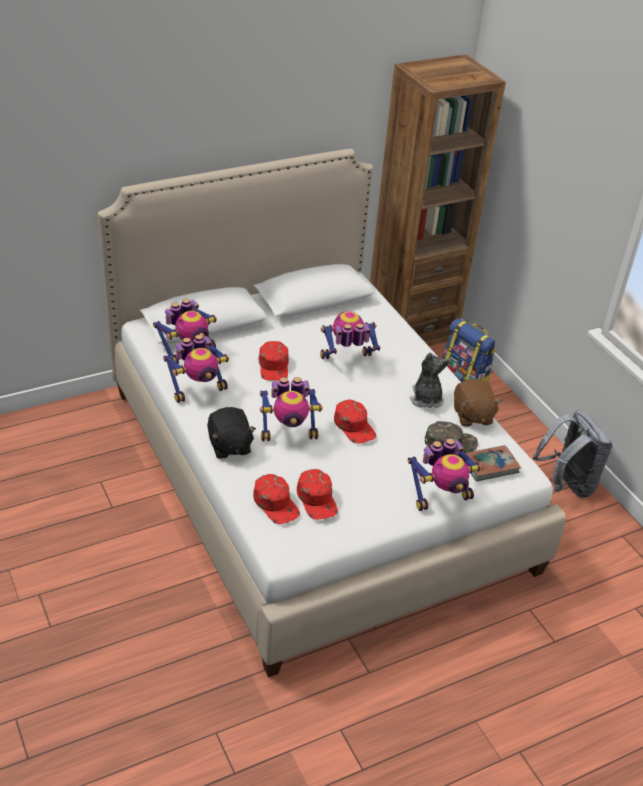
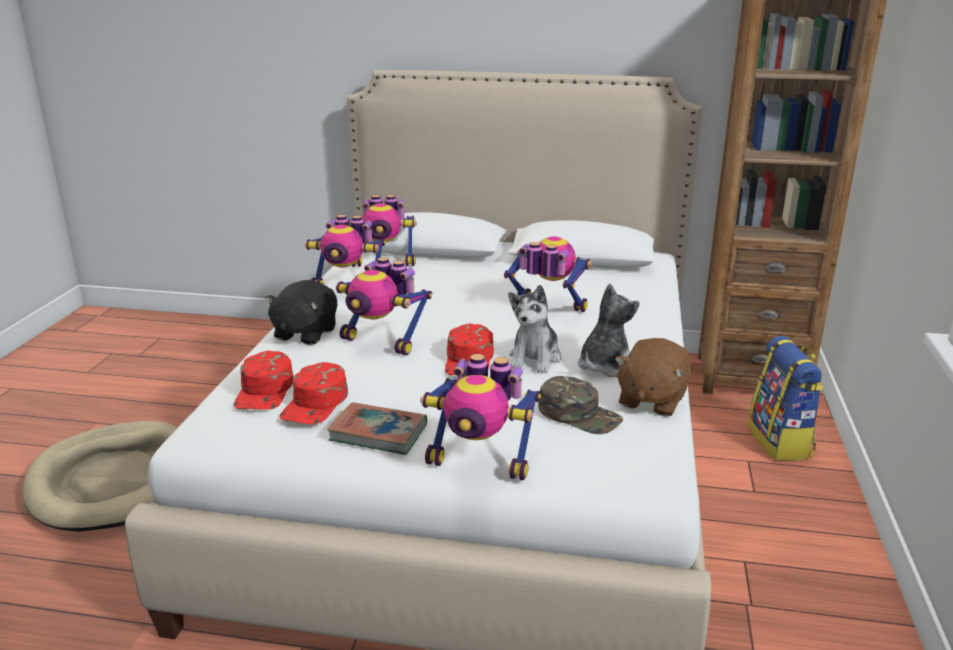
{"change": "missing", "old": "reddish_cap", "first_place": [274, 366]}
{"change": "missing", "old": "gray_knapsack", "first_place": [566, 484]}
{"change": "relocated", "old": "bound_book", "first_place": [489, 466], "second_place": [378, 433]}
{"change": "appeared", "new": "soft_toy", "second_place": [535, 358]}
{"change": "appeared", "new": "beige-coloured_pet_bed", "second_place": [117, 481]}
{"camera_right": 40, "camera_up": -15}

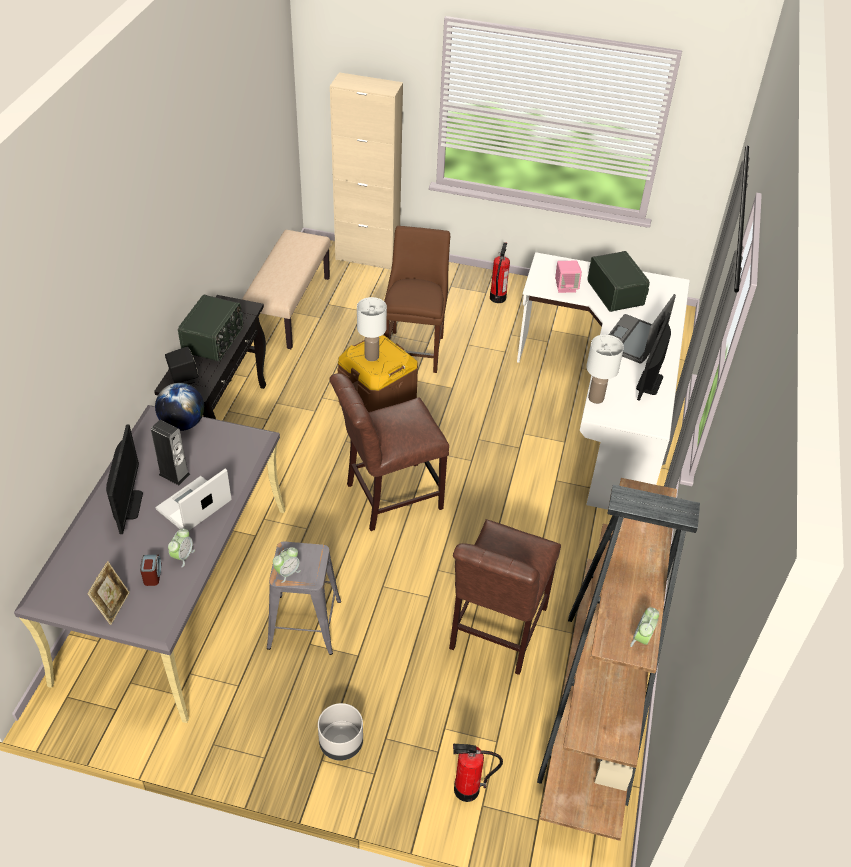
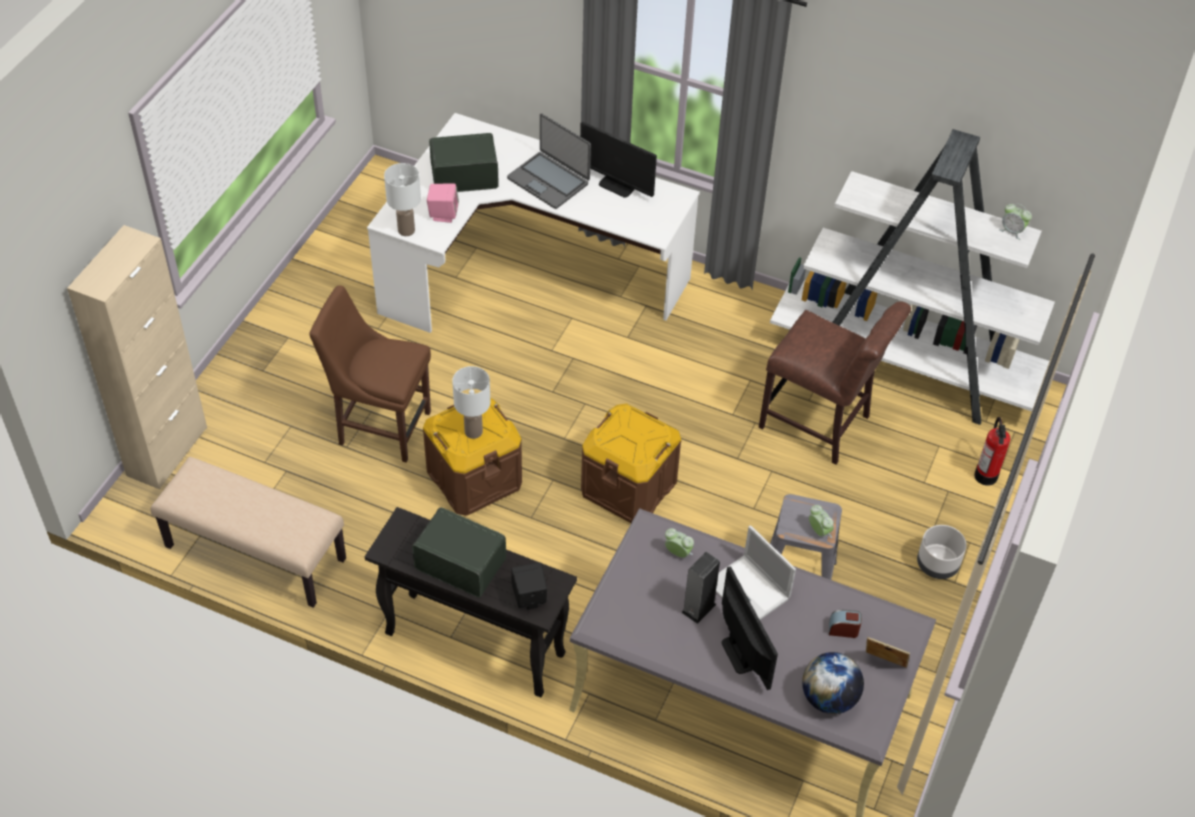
{"change": "missing", "old": "fire_extinguisher", "first_place": [497, 298]}
{"change": "relocated", "old": "white_lamp_for_a_table", "first_place": [596, 398], "second_place": [406, 230]}
{"change": "exchanged", "old": "brown_plain_chair", "new": "brown_storage_bin", "first_place": [388, 497], "second_place": [628, 487]}
{"change": "relocated", "old": "desk_globe", "first_place": [183, 423], "second_place": [829, 698]}
{"change": "spun", "old": "computer_screen", "first_place": [128, 505], "second_place": [741, 653], "degrees": 60}
{"change": "colour", "old": "brown_bookshelf", "new": "white_bookshelf", "first_place": [596, 707], "second_place": [906, 367]}
{"change": "relocated", "old": "alarm_clock", "first_place": [182, 556], "second_place": [678, 553]}
{"camera_right": -80, "camera_up": 5}

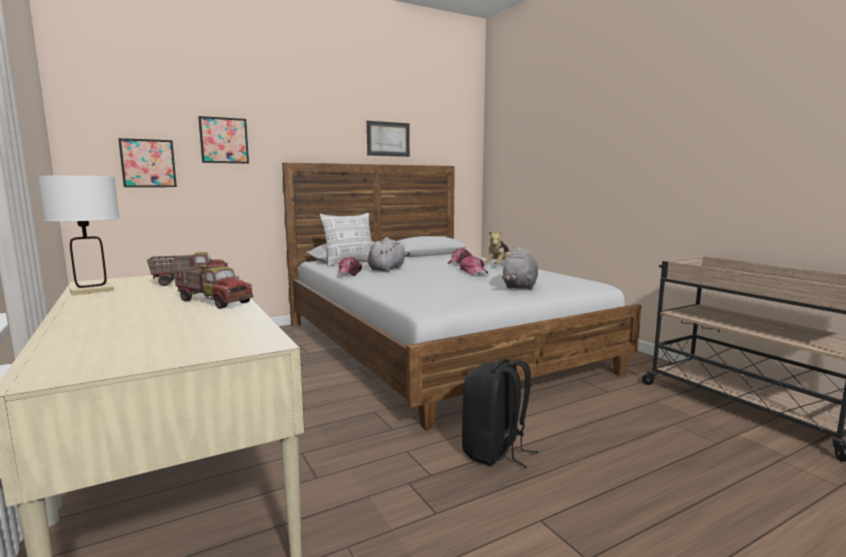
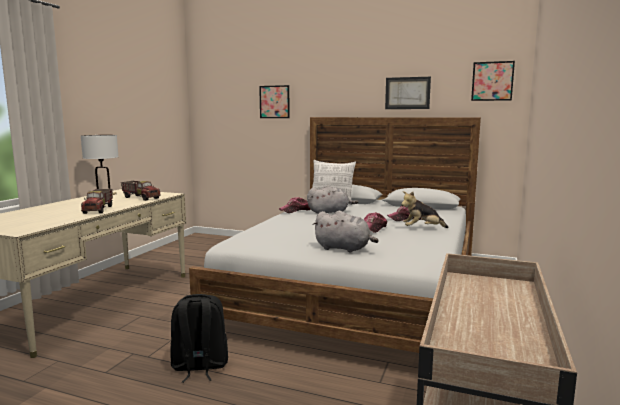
{"change": "relocated", "old": "picture", "first_place": [148, 163], "second_place": [492, 81]}
{"change": "spun", "old": "gray_soft_toy", "first_place": [520, 287], "second_place": [344, 249], "degrees": -135}
{"camera_right": 50, "camera_up": 0}

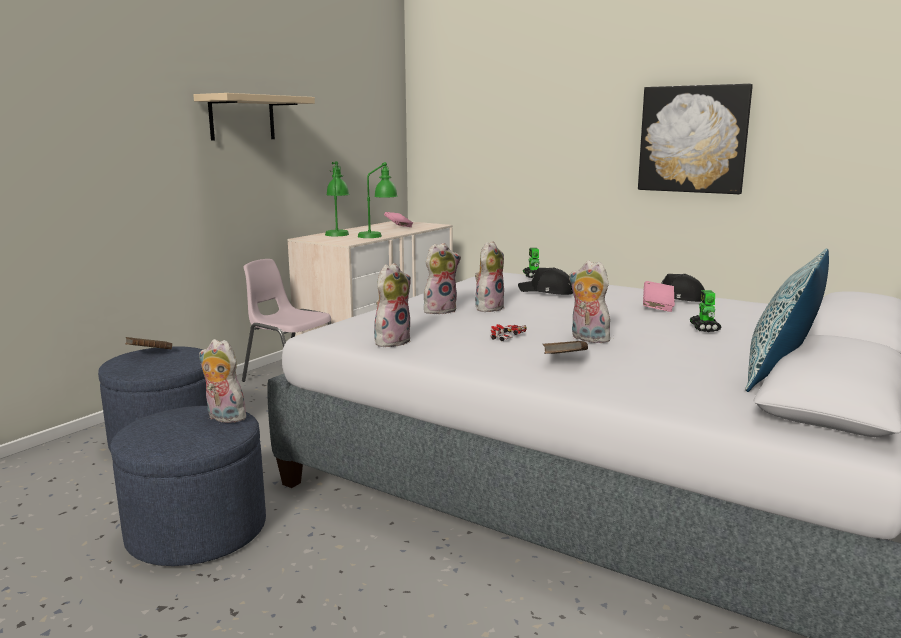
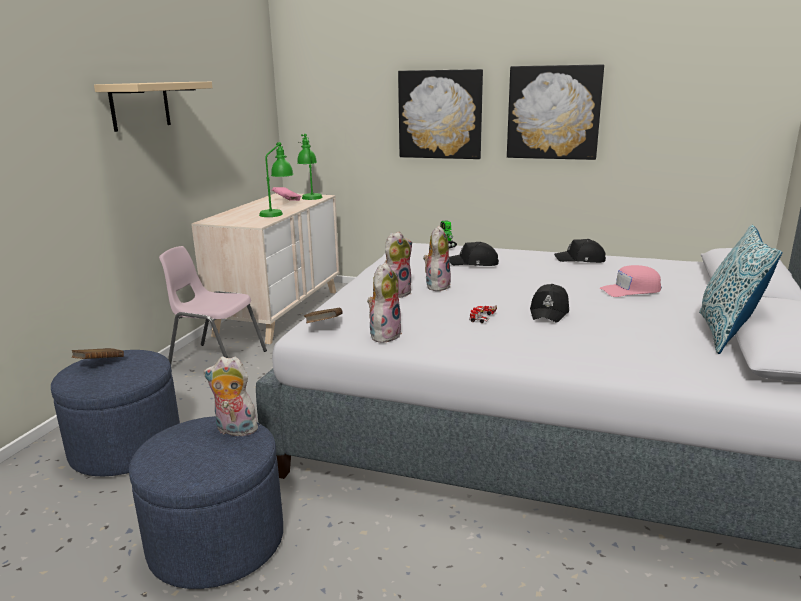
{"change": "relocated", "old": "greenish_lamp_for_a_table", "first_place": [337, 233], "second_place": [310, 196]}
{"change": "exchanged", "old": "soft_toy", "new": "black_cap", "first_place": [587, 339], "second_place": [550, 312]}
{"change": "missing", "old": "pinkish_bound_book", "first_place": [657, 307]}
{"change": "exchanged", "old": "model_robot", "new": "pinkish_cap", "first_place": [704, 328], "second_place": [630, 290]}
{"change": "relocated", "old": "brown_bound_book", "first_place": [565, 361], "second_place": [324, 326]}
{"change": "appeared", "new": "picture", "second_place": [440, 114]}
{"camera_right": -15, "camera_up": 5}

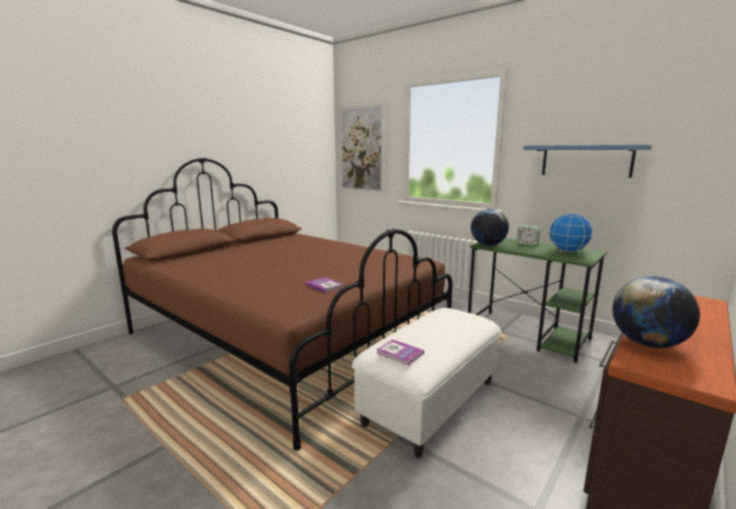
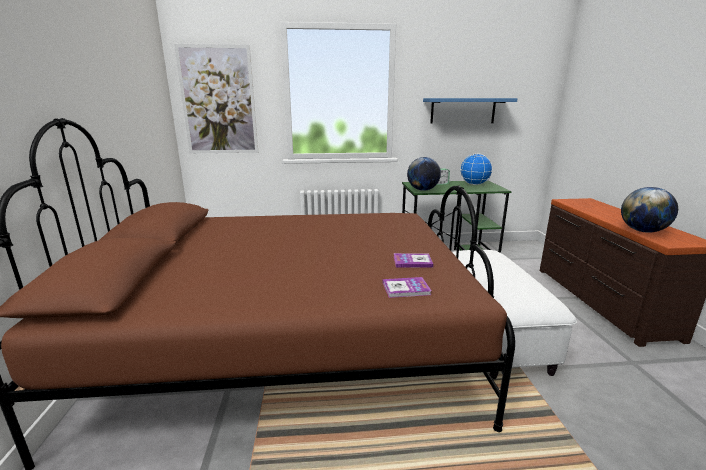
{"change": "relocated", "old": "bound_book", "first_place": [400, 353], "second_place": [406, 288]}
{"camera_right": -45, "camera_up": 5}

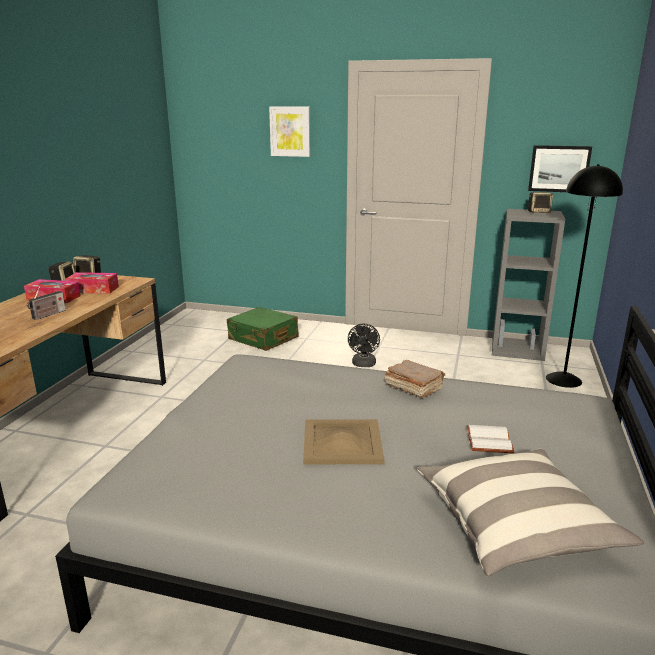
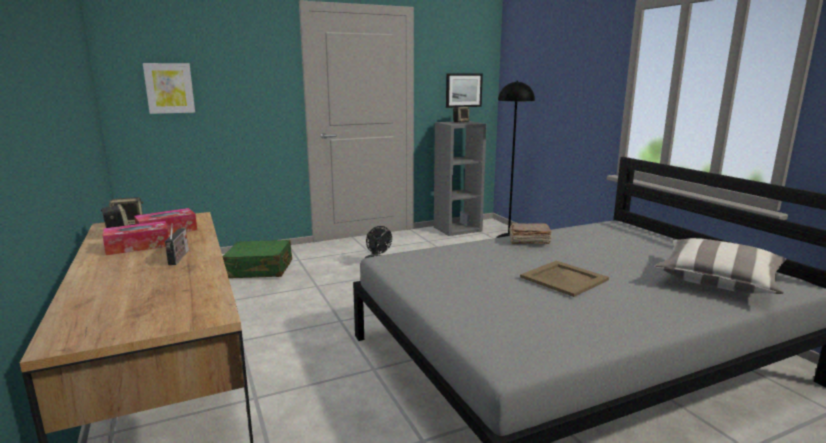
{"change": "relocated", "old": "picture", "first_place": [290, 131], "second_place": [169, 88]}
{"change": "missing", "old": "white_bound_book", "first_place": [490, 441]}
{"camera_right": -40, "camera_up": -5}

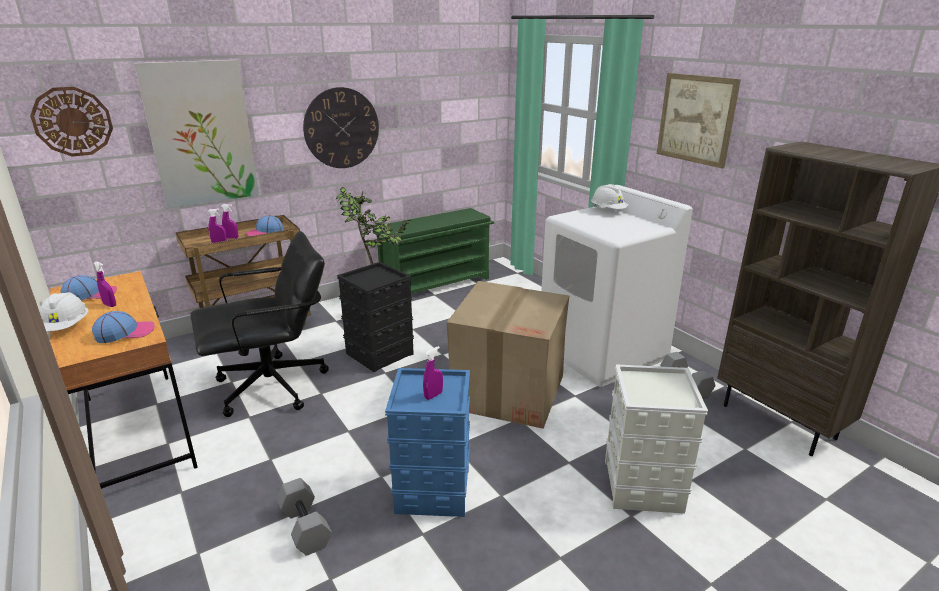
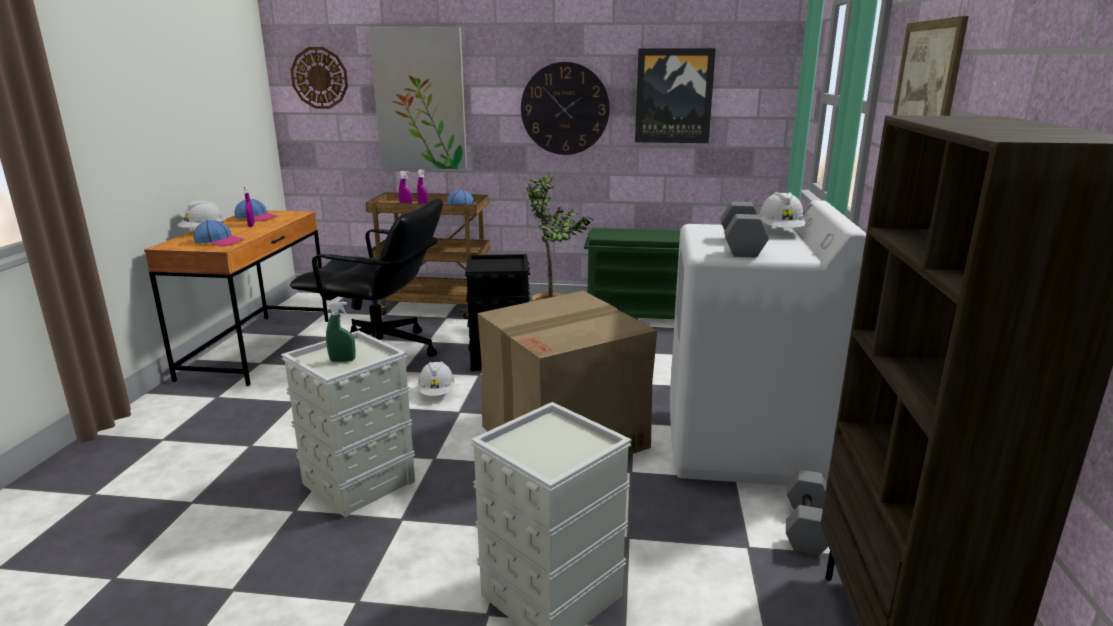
{"change": "colour", "old": "purple_spray_bottle", "new": "greenish_spray_bottle", "first_place": [433, 395], "second_place": [342, 360]}
{"change": "colour", "old": "bluish_storage_bin", "new": "gray_storage_bin", "first_place": [432, 489], "second_place": [359, 481]}
{"change": "relocated", "old": "gray_free_weight", "first_place": [303, 527], "second_place": [740, 246]}
{"change": "appeared", "new": "picture", "second_place": [673, 96]}
{"change": "appeared", "new": "white_safety_helmet", "second_place": [437, 393]}
{"camera_right": 40, "camera_up": -5}

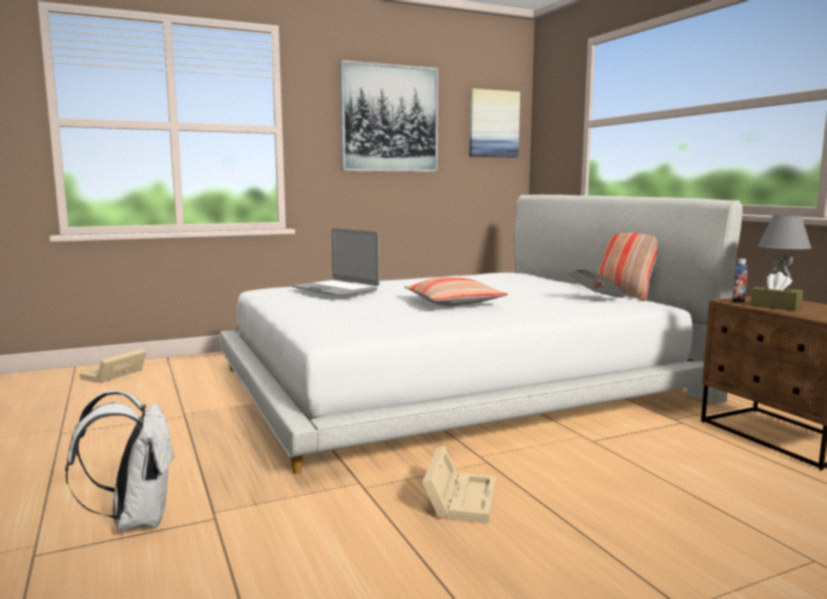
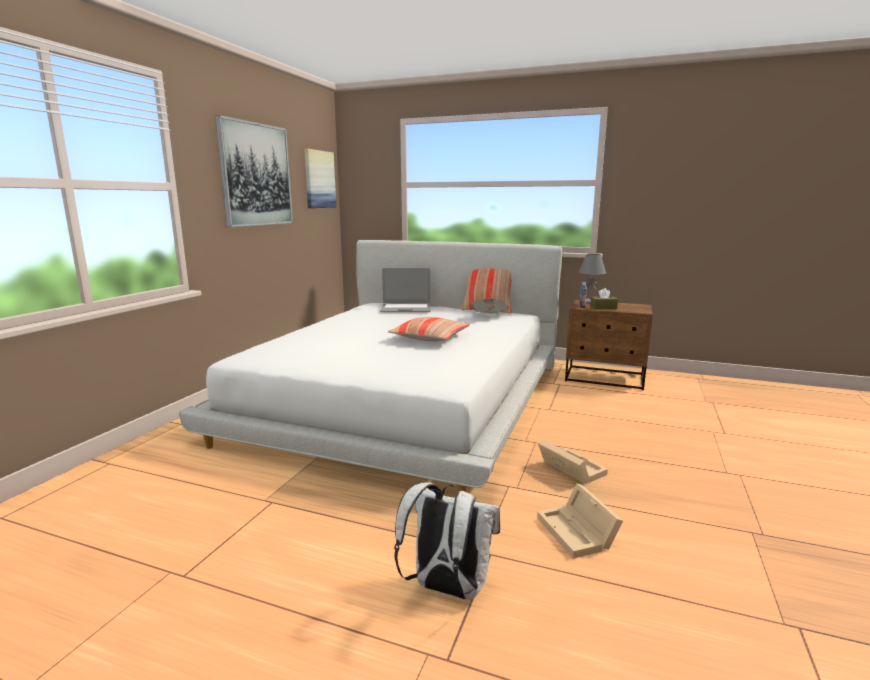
{"change": "relocated", "old": "notebook_computer", "first_place": [336, 289], "second_place": [406, 309]}
{"change": "relocated", "old": "beige-coloured_storage_bin", "first_place": [113, 375], "second_place": [578, 533]}
{"camera_right": -45, "camera_up": 5}

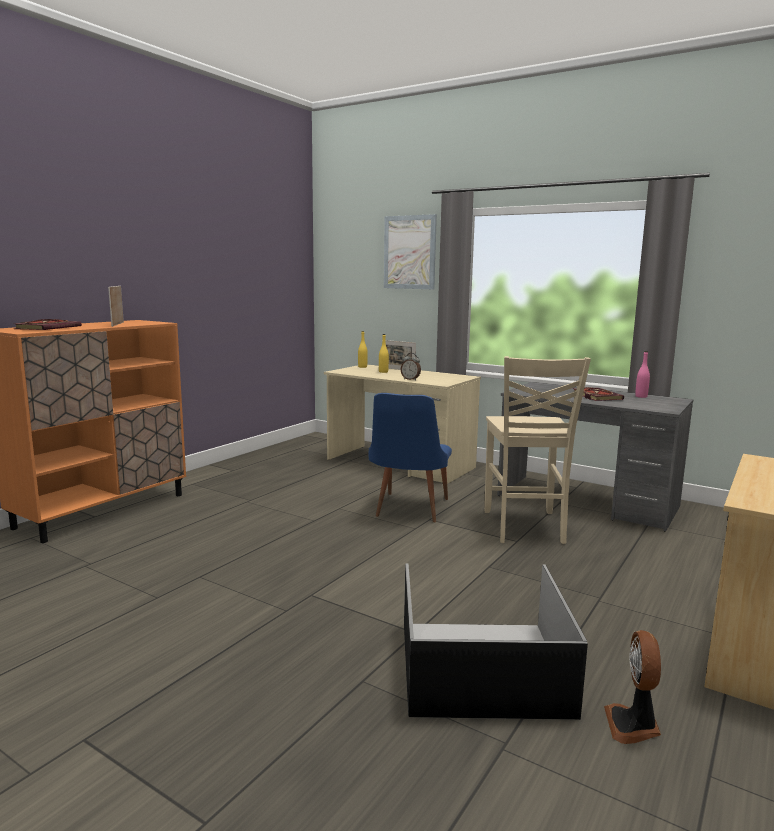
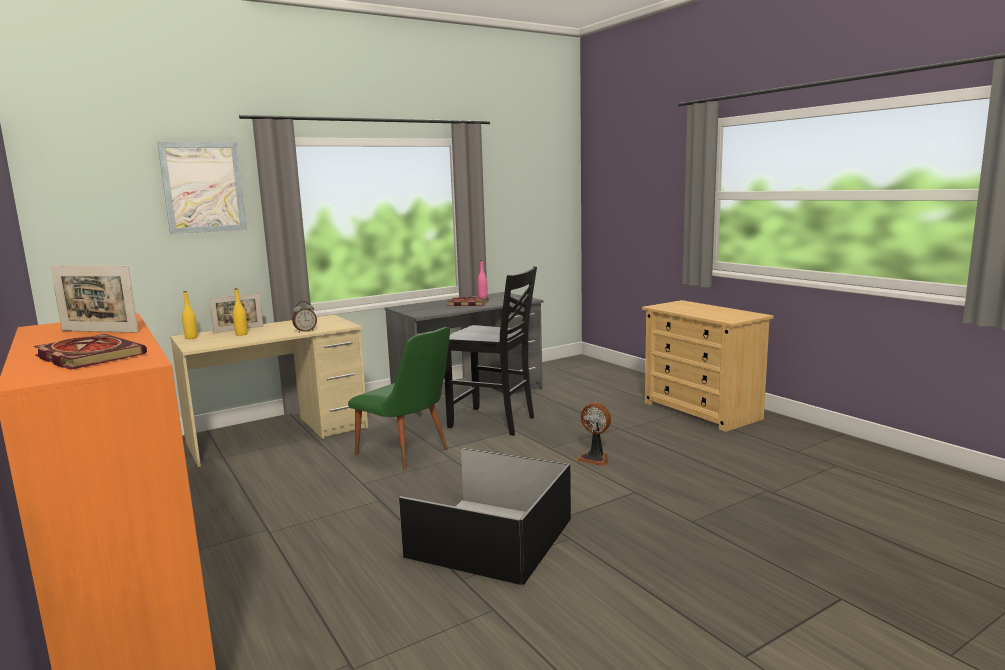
{"change": "colour", "old": "beige-coloured_plain_chair", "new": "black_plain_chair", "first_place": [524, 527], "second_place": [493, 422]}
{"change": "colour", "old": "bluish_plain_chair", "new": "greenish_plain_chair", "first_place": [408, 510], "second_place": [408, 454]}
{"change": "relocated", "old": "black_storage_bin", "first_place": [484, 667], "second_place": [491, 536]}
{"change": "relocated", "old": "cooling_fan", "first_place": [633, 725], "second_place": [595, 458]}
{"camera_right": -65, "camera_up": 0}

